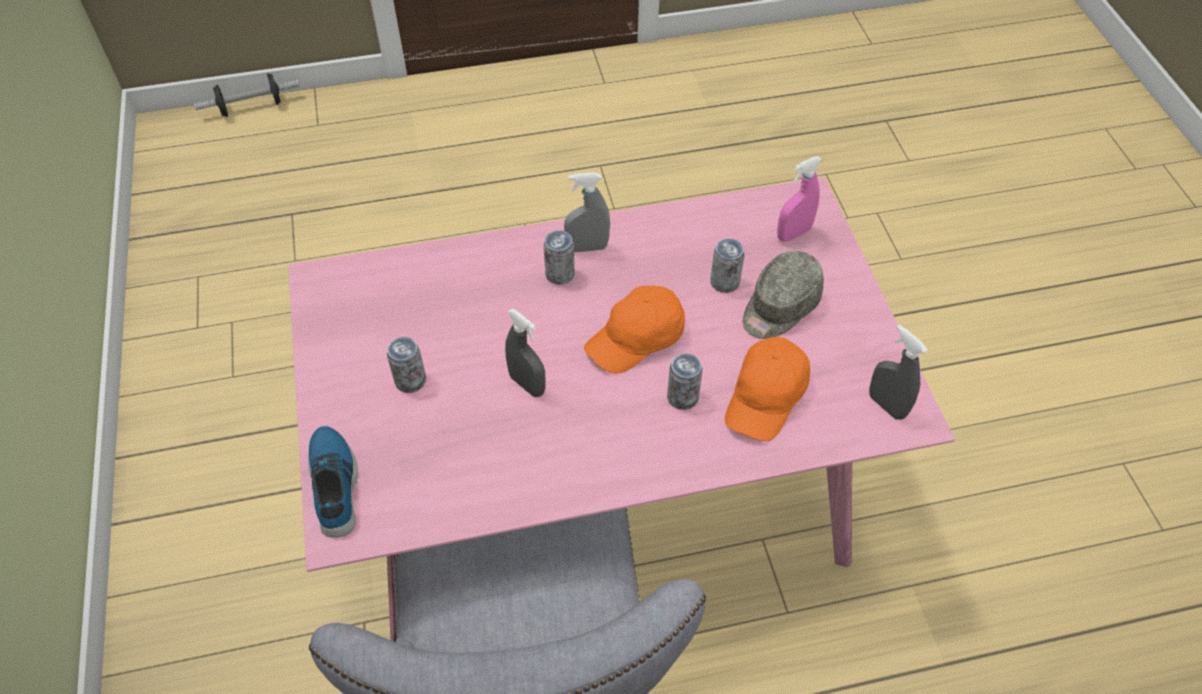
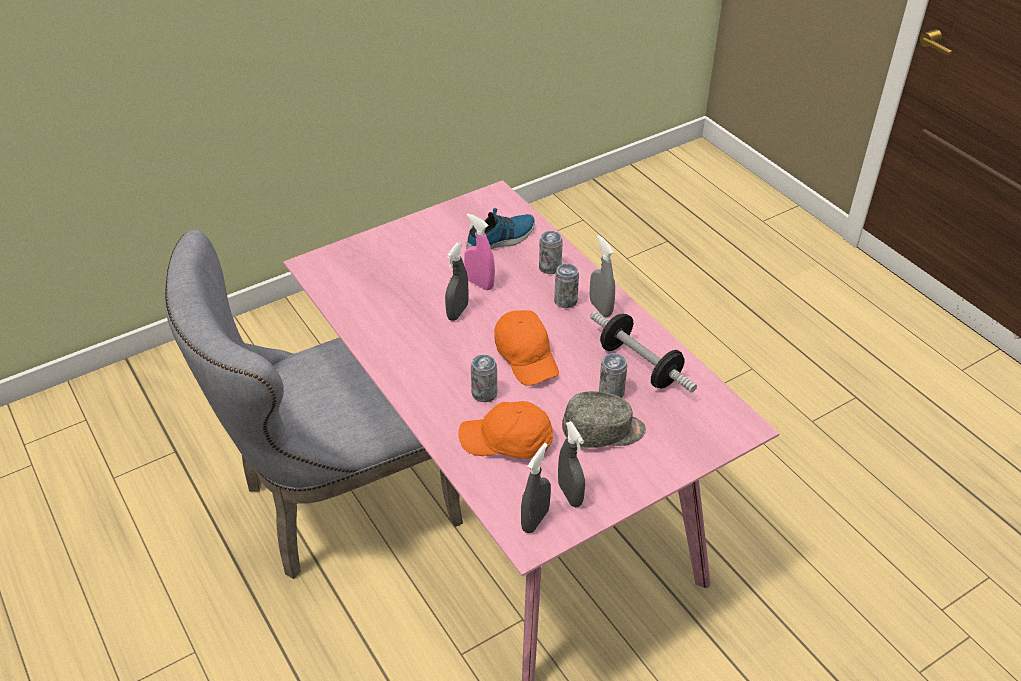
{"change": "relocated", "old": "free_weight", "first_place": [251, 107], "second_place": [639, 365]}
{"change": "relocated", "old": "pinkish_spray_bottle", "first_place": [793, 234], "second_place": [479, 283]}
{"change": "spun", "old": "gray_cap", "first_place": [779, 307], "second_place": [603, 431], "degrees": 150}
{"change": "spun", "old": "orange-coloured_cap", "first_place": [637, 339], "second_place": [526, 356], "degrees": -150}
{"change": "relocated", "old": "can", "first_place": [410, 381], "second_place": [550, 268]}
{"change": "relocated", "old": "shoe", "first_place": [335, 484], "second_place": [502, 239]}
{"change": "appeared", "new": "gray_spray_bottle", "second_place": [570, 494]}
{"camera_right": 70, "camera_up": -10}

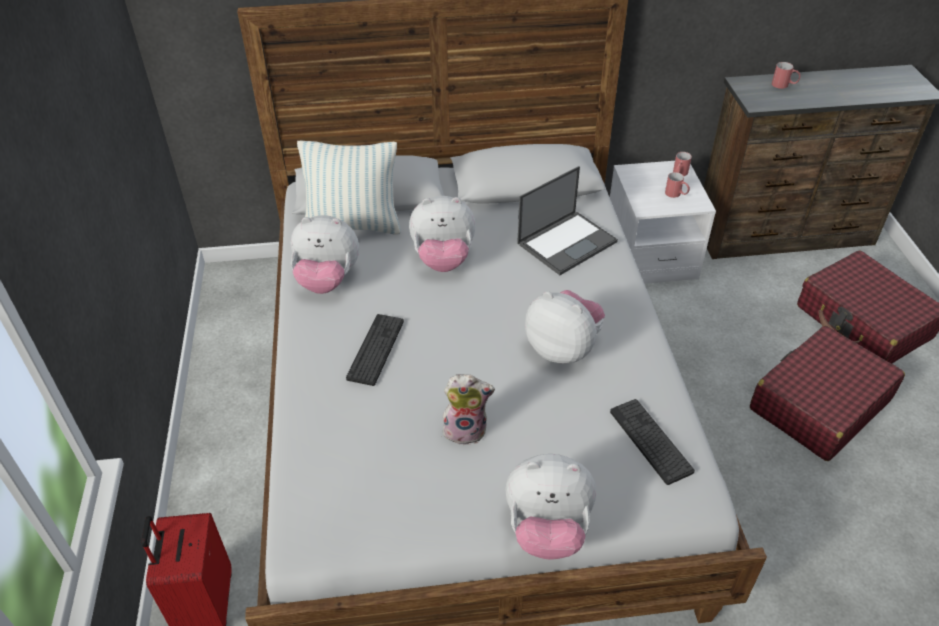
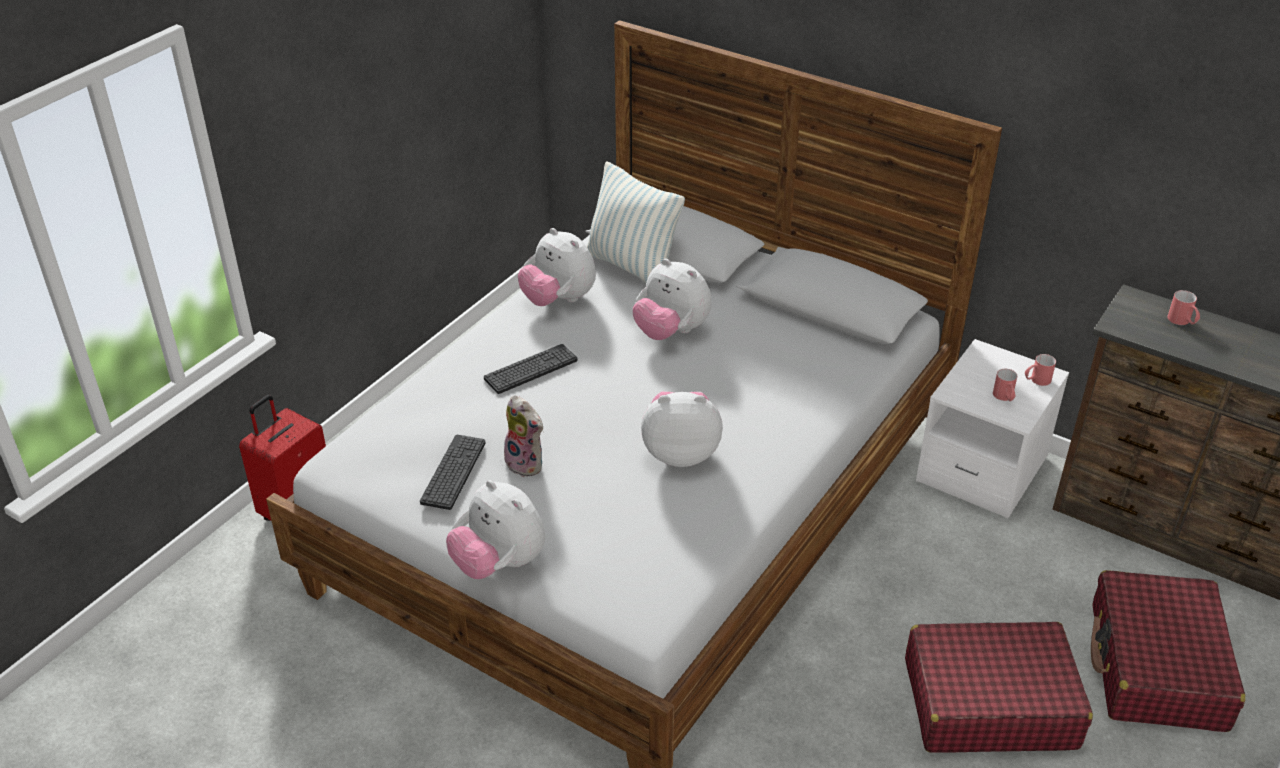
{"change": "missing", "old": "notebook_computer", "first_place": [567, 242]}
{"change": "spun", "old": "soft_toy", "first_place": [563, 348], "second_place": [680, 453], "degrees": -75}
{"change": "relocated", "old": "keyboard", "first_place": [650, 441], "second_place": [453, 472]}
{"camera_right": 40, "camera_up": -5}

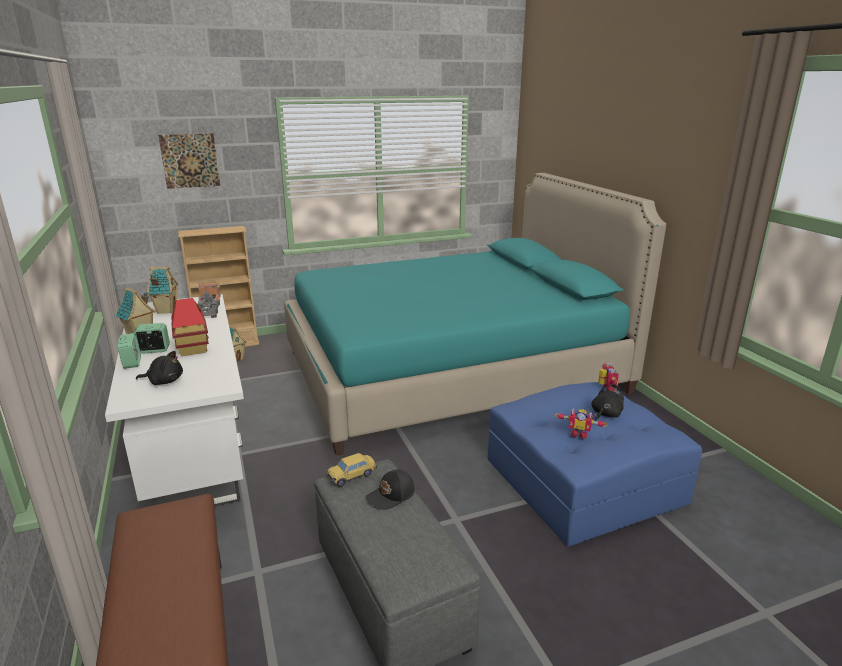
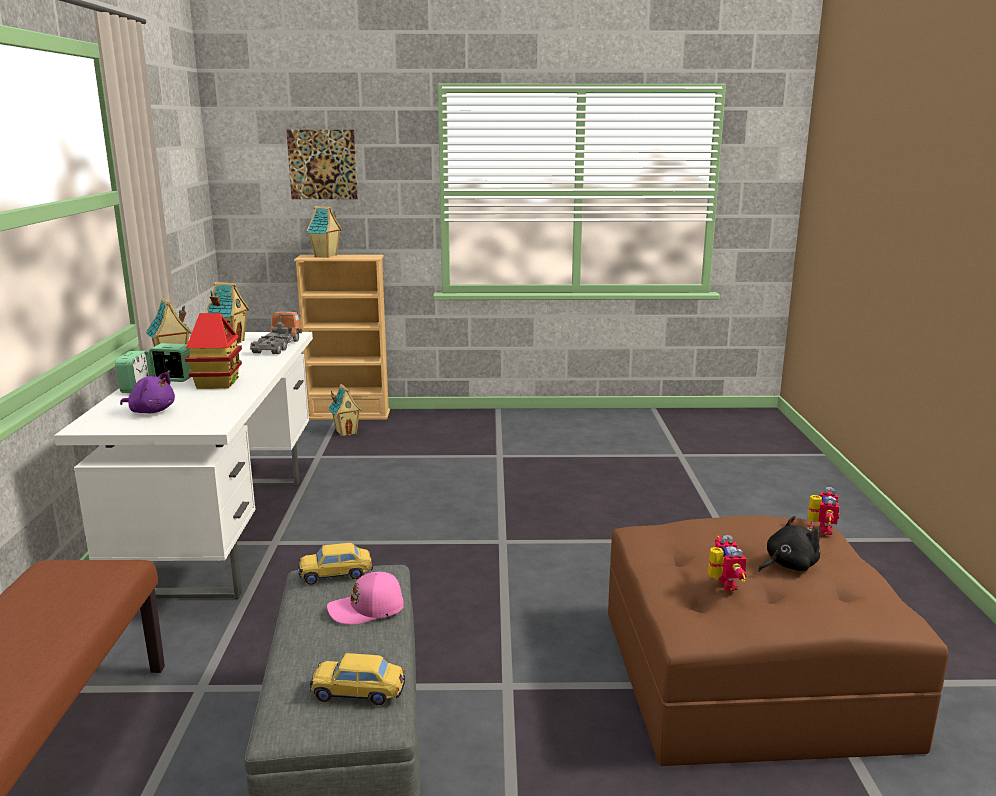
{"change": "missing", "old": "turquoise_bed", "first_place": [451, 371]}
{"change": "colour", "old": "black_soft_toy", "new": "purple_soft_toy", "first_place": [164, 381], "second_place": [151, 411]}
{"change": "colour", "old": "bluish_ottoman", "new": "brown_ottoman", "first_place": [582, 480], "second_place": [748, 674]}
{"change": "spun", "old": "model_robot", "first_place": [579, 433], "second_place": [722, 584], "degrees": -135}
{"change": "colour", "old": "black_cap", "new": "pinkish_cap", "first_place": [391, 496], "second_place": [367, 610]}
{"change": "appeared", "new": "model_house", "second_place": [326, 256]}
{"change": "appeared", "new": "model_car", "second_place": [358, 693]}
{"camera_right": 20, "camera_up": -5}

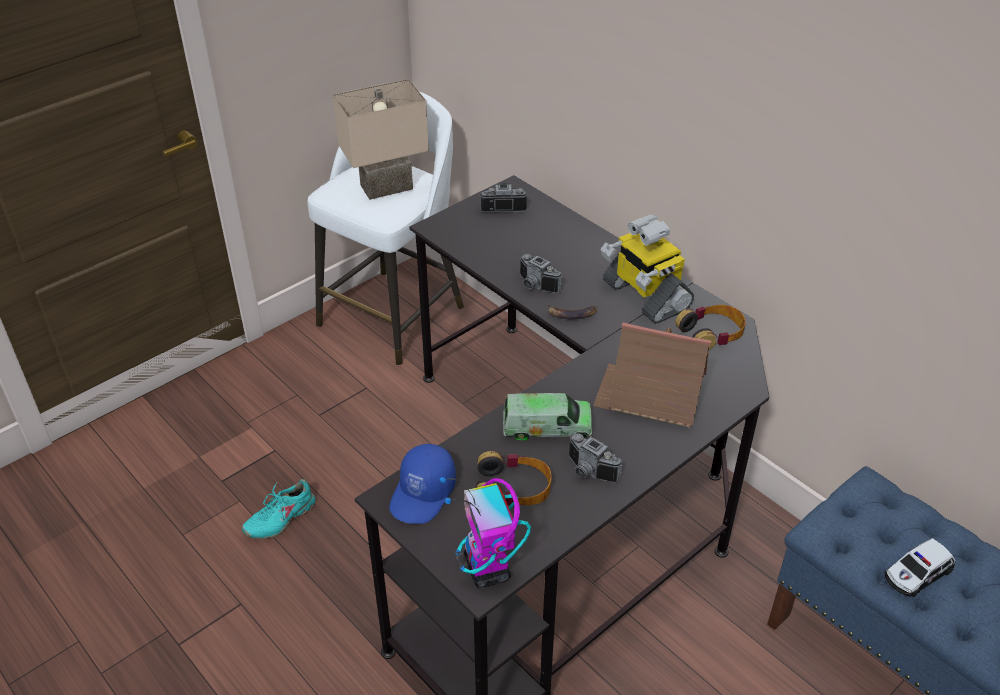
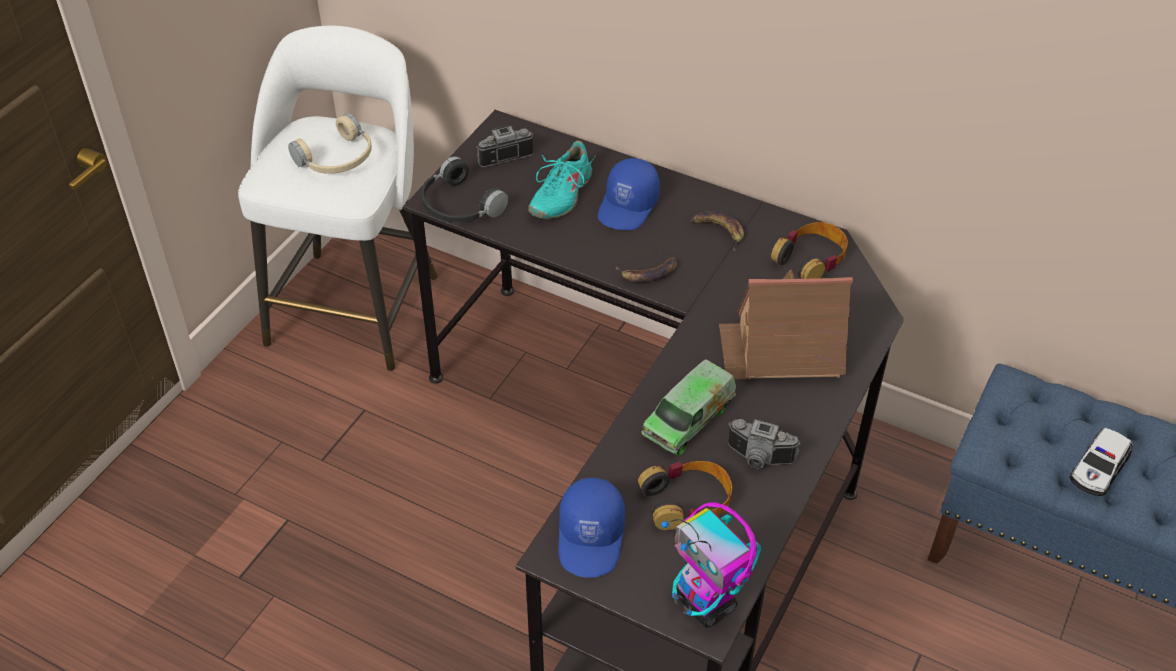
{"change": "exchanged", "old": "beige-coloured_lamp_for_a_table", "new": "beige-coloured_headset", "first_place": [386, 188], "second_place": [338, 159]}
{"change": "exchanged", "old": "model_robot", "new": "whole_banana", "first_place": [644, 296], "second_place": [718, 231]}
{"change": "missing", "old": "still_camera", "first_place": [535, 286]}
{"change": "spun", "old": "toy_lorry", "first_place": [547, 427], "second_place": [688, 419], "degrees": 150}
{"change": "relocated", "old": "turquoise_shoe", "first_place": [280, 518], "second_place": [560, 195]}
{"change": "appeared", "new": "black_headset", "second_place": [458, 206]}
{"change": "appeared", "new": "bluish_cap", "second_place": [629, 206]}
{"camera_right": -20, "camera_up": 5}

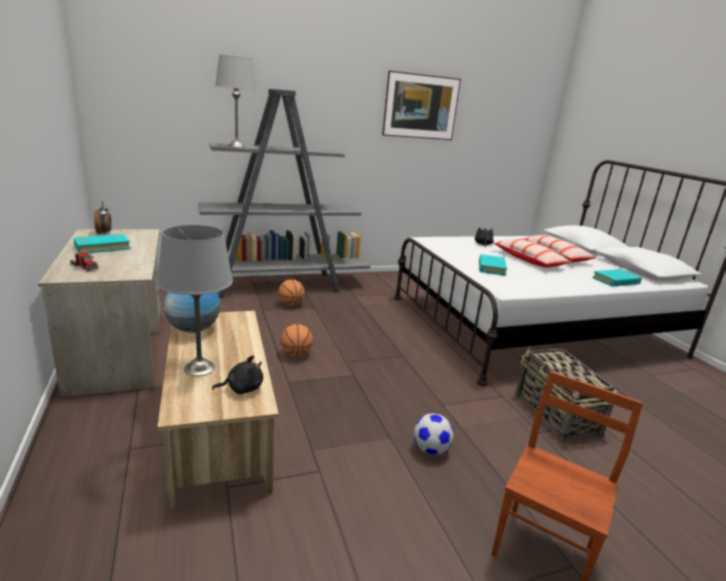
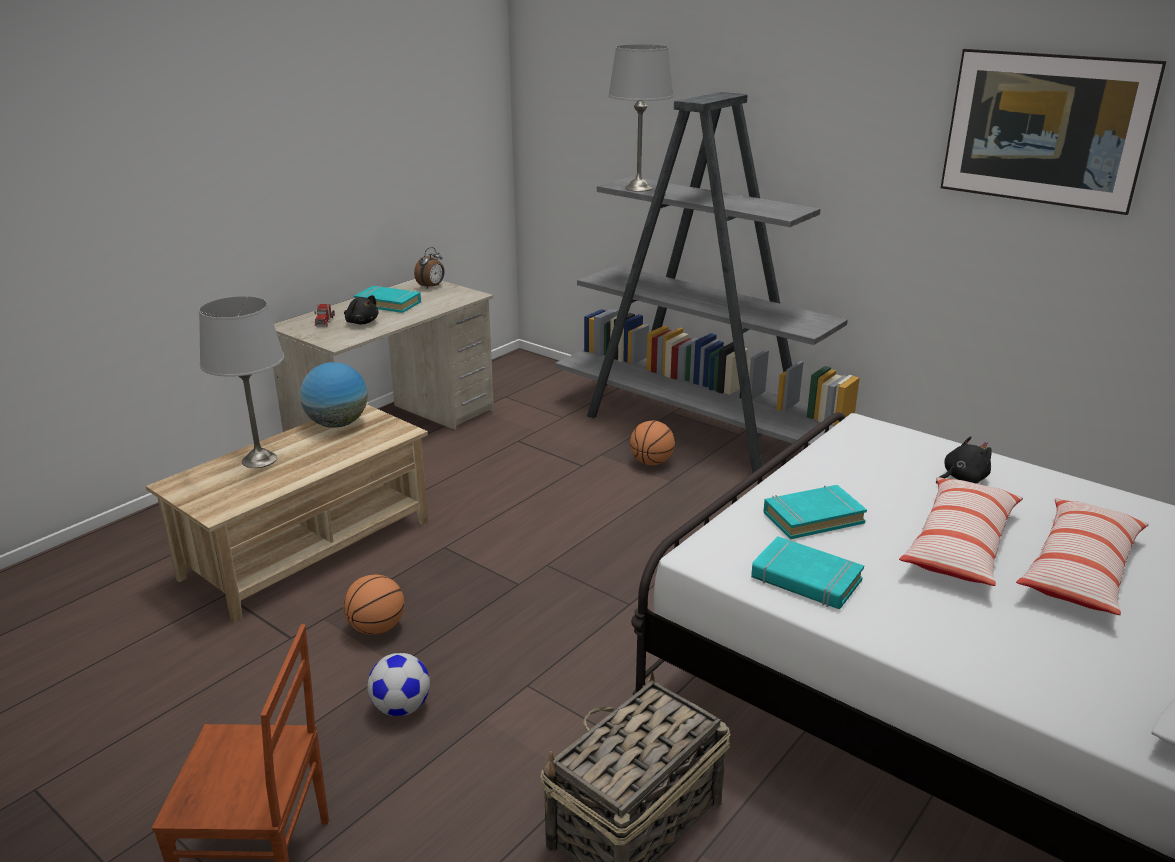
{"change": "relocated", "old": "turquoise_bound_book", "first_place": [616, 281], "second_place": [805, 579]}
{"change": "relocated", "old": "ball_for_basketball", "first_place": [296, 354], "second_place": [377, 628]}
{"change": "relocated", "old": "black_soft_toy", "first_place": [242, 388], "second_place": [361, 322]}
{"camera_right": 60, "camera_up": 5}

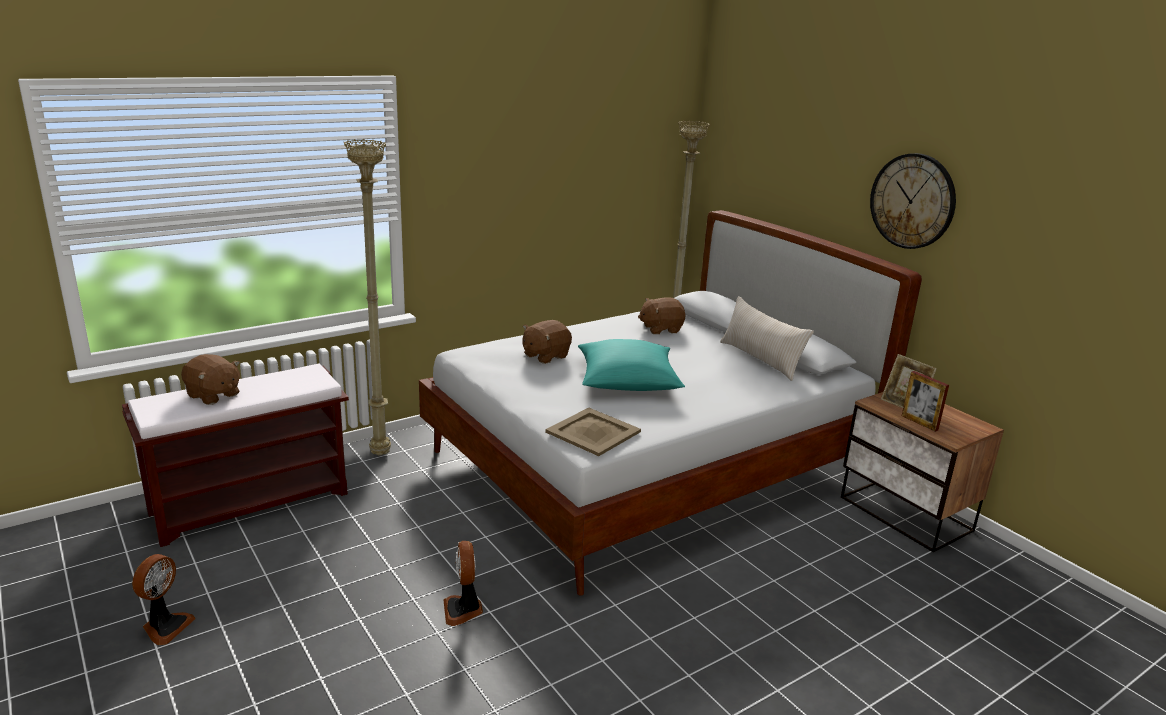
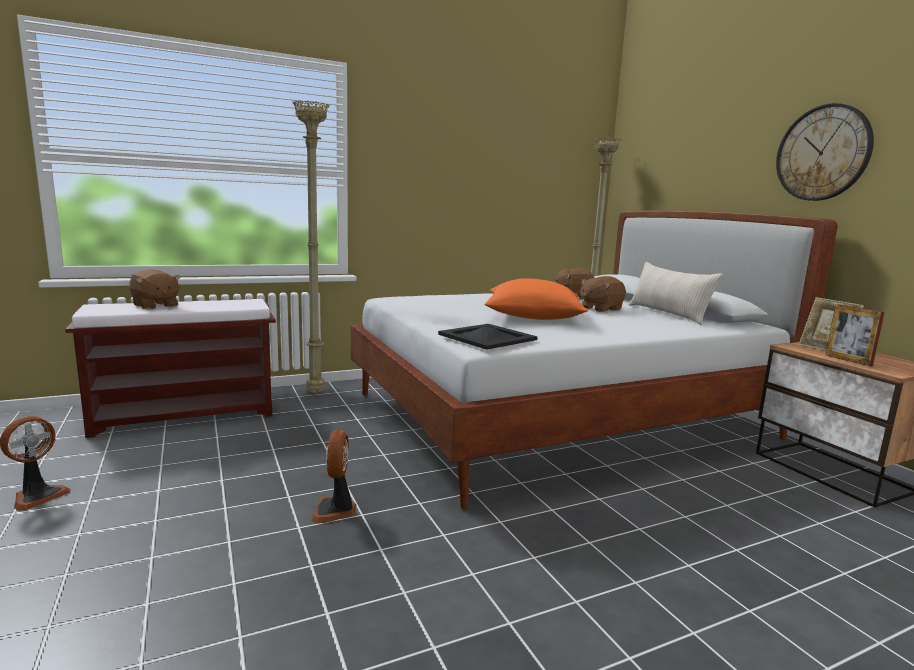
{"change": "relocated", "old": "brown_soft_toy", "first_place": [545, 356], "second_place": [600, 309]}
{"change": "colour", "old": "turquoise_cushion", "new": "orange-coloured_cushion", "first_place": [627, 382], "second_place": [533, 317]}
{"change": "colour", "old": "beige-coloured_tray", "new": "black_tray", "first_place": [593, 432], "second_place": [487, 337]}
{"camera_right": 10, "camera_up": -10}

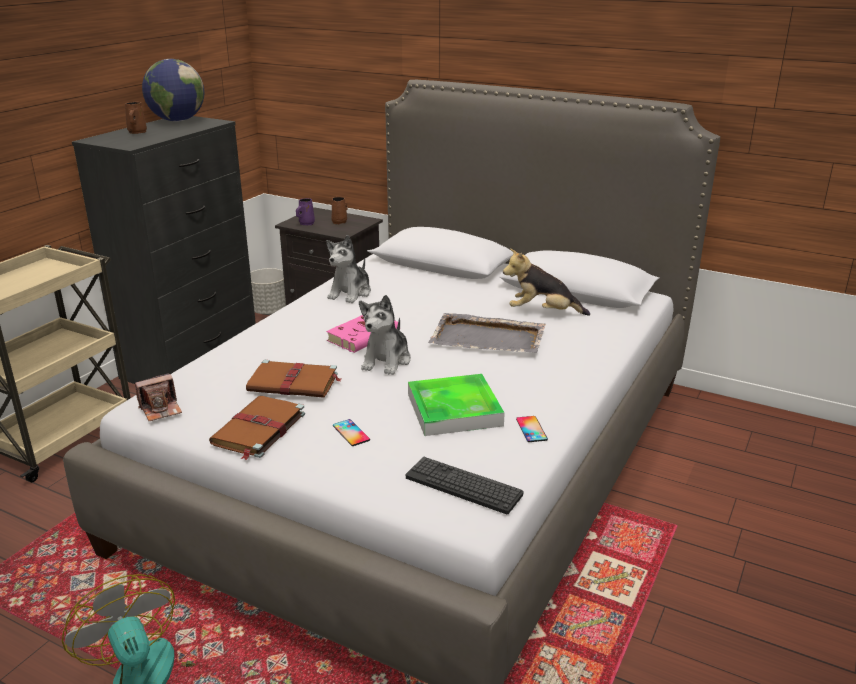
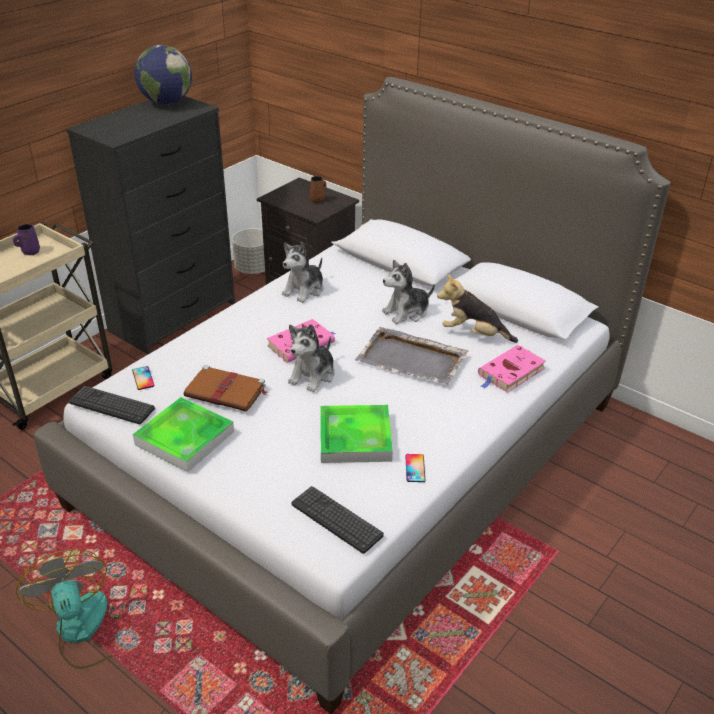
{"change": "missing", "old": "brown_mug", "first_place": [137, 132]}
{"change": "relocated", "old": "purple_mug", "first_place": [306, 223], "second_place": [30, 252]}
{"change": "exchanged", "old": "still_camera", "new": "keyboard", "first_place": [161, 409], "second_place": [112, 405]}
{"change": "exchanged", "old": "brown_bound_book", "new": "tray", "first_place": [258, 430], "second_place": [184, 438]}
{"change": "relocated", "old": "telephone", "first_place": [351, 433], "second_place": [143, 378]}
{"change": "appeared", "new": "soft_toy", "second_place": [406, 312]}
{"change": "appeared", "new": "pinkish_bound_book", "second_place": [510, 373]}
{"camera_right": 10, "camera_up": 10}

